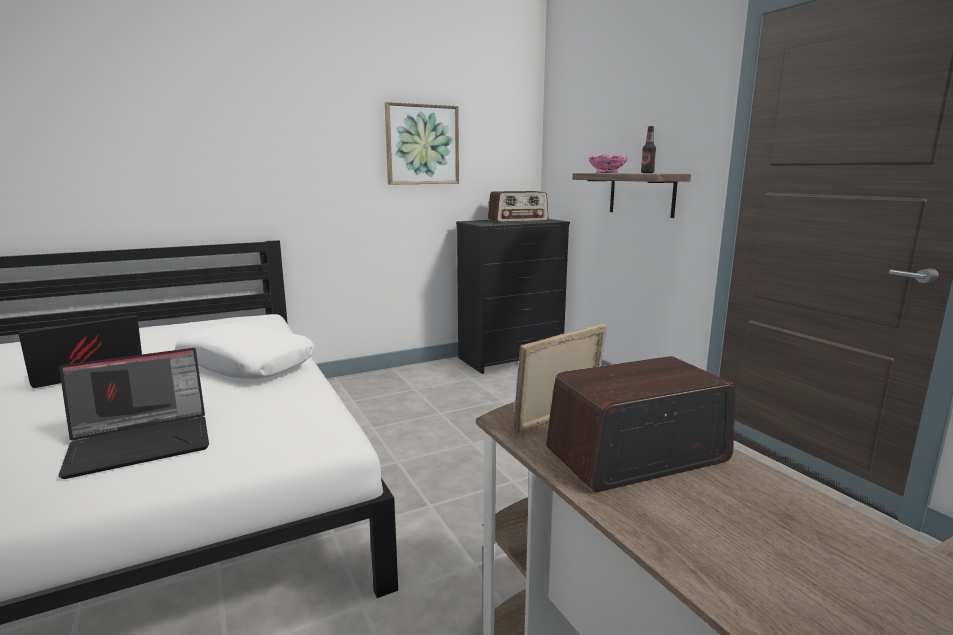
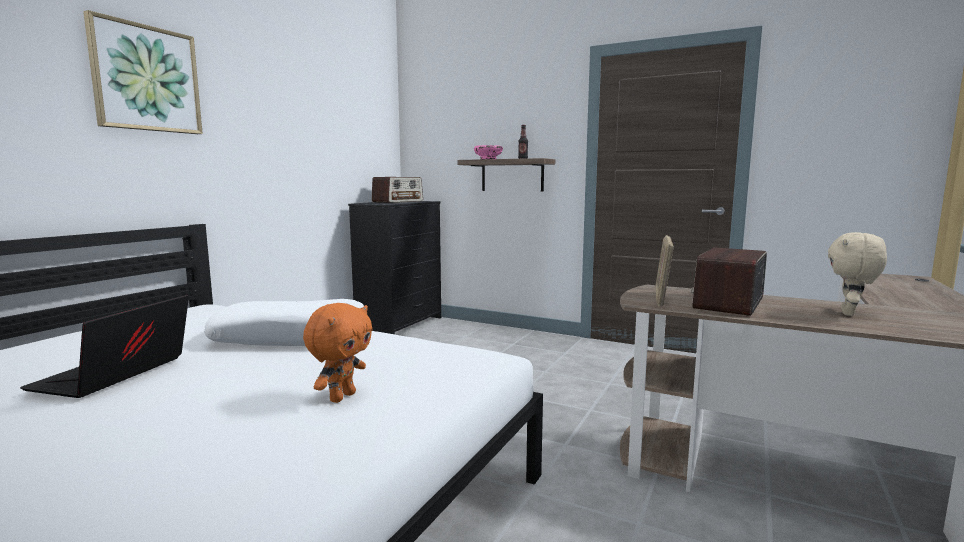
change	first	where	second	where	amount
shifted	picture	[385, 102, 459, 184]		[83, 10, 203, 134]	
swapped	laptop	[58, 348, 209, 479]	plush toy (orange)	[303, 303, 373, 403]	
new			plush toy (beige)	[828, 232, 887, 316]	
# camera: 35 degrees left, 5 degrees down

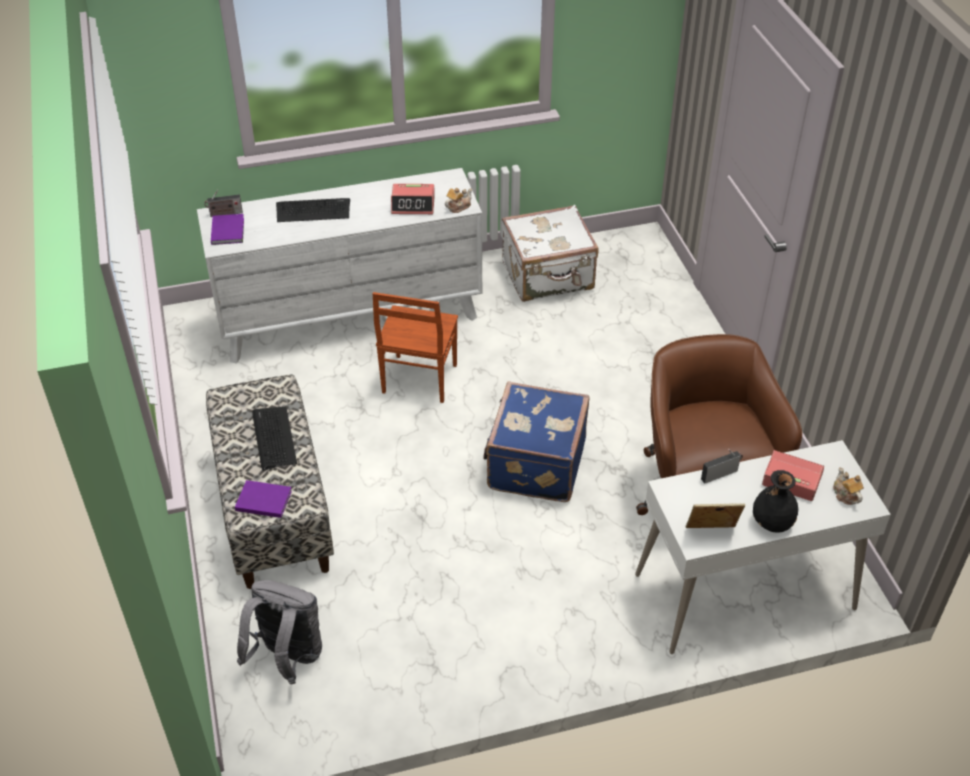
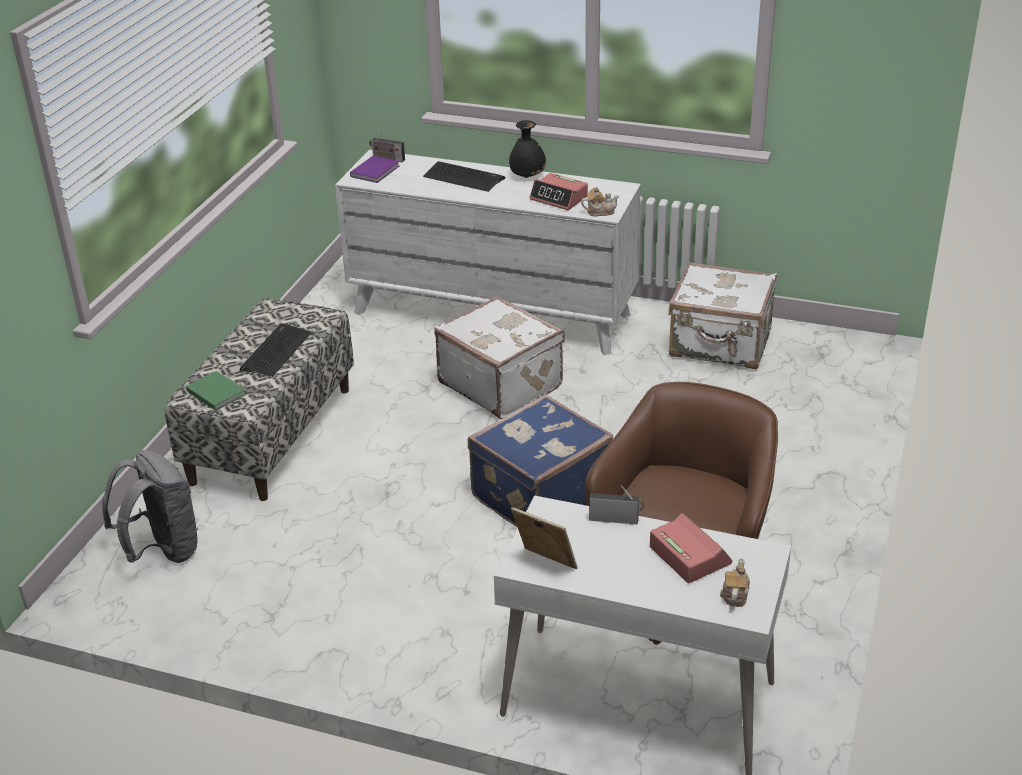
change	first	where	second	where	amount
repainted	book (purple)	[235, 480, 292, 518]	book (green)	[186, 371, 246, 411]	
swapped	chair (brown)	[372, 292, 458, 403]	suitcase (white)	[434, 296, 565, 419]	
shifted	vase (black)	[753, 470, 798, 533]		[509, 120, 546, 178]	
# camera: 35 degrees right, 10 degrees down

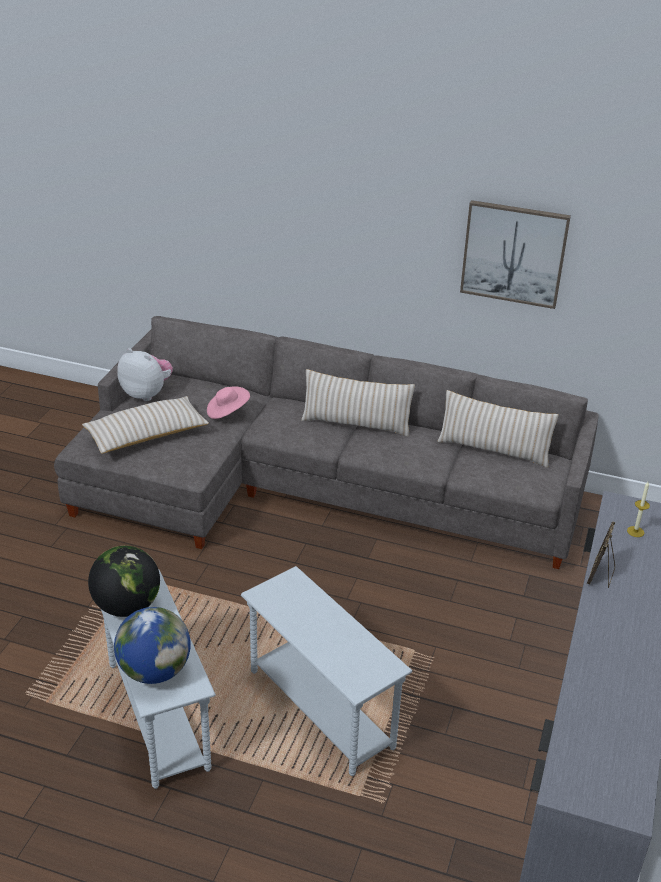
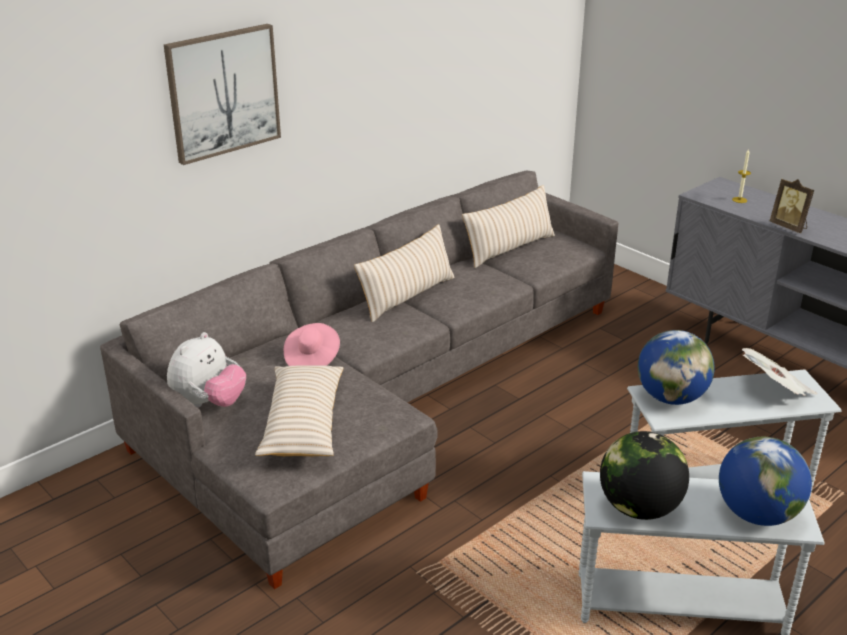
change	first	where	second	where	amount
shifted	picture	[460, 200, 571, 309]		[164, 24, 281, 165]	
rotated	plush toy	[117, 348, 173, 401]		[167, 332, 246, 408]	150 degrees clockwise
new			globe	[638, 330, 715, 405]	
new			newspaper	[742, 348, 817, 396]	
# camera: 60 degrees left, 5 degrees down

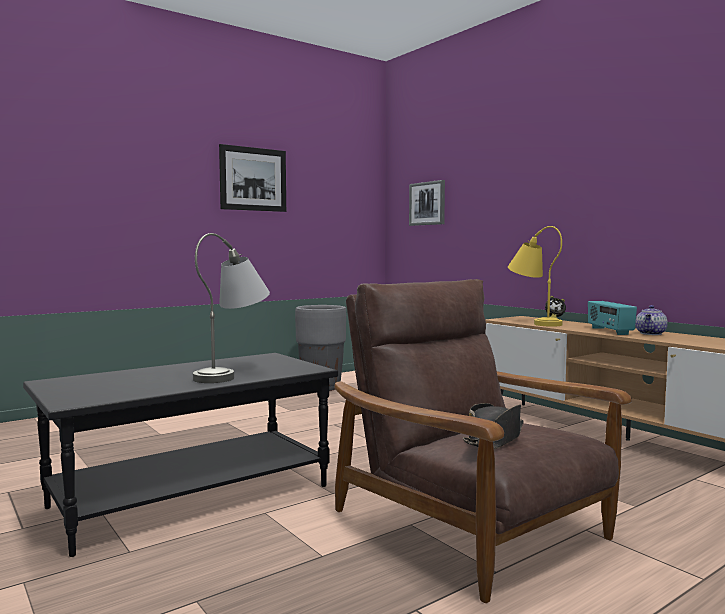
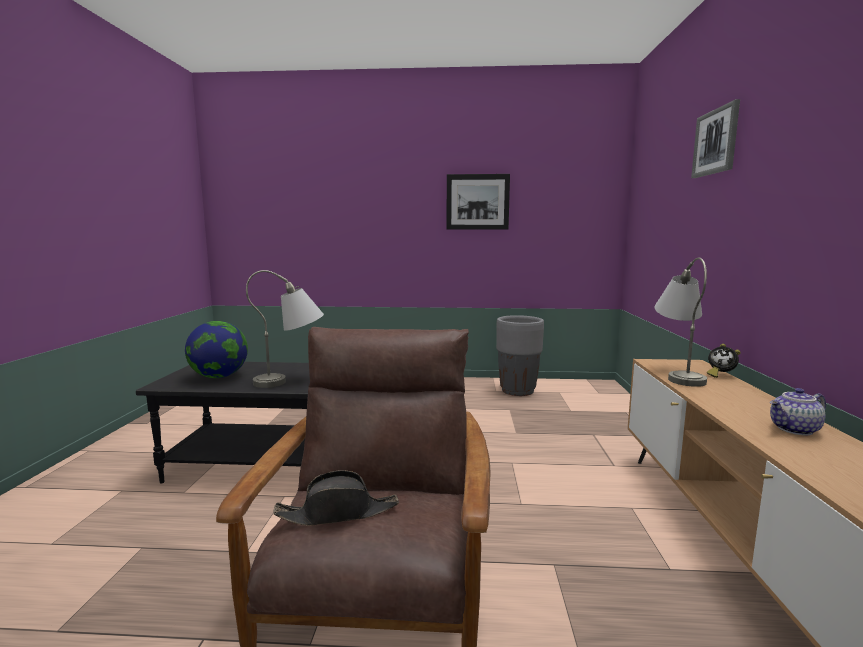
change	first	where	second	where	amount
new			globe	[185, 321, 248, 378]	
repainted	table lamp (yellow)	[508, 226, 563, 327]	table lamp (grey)	[654, 257, 707, 387]	
shifted	picture	[409, 180, 445, 226]		[691, 99, 740, 178]	
gone	radio	[588, 301, 637, 335]			
# camera: 40 degrees right, 5 degrees up

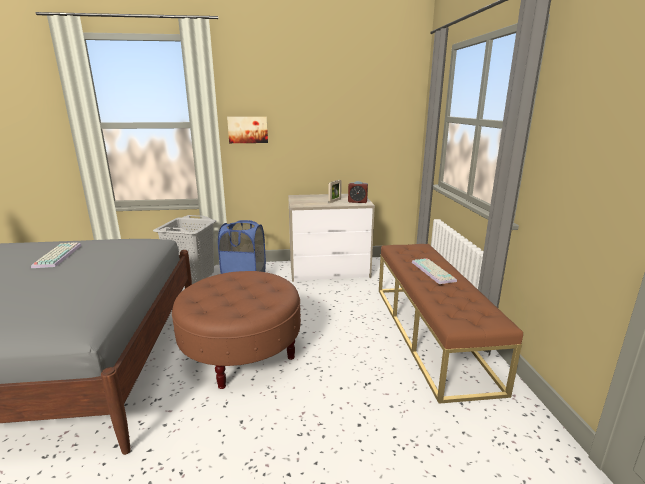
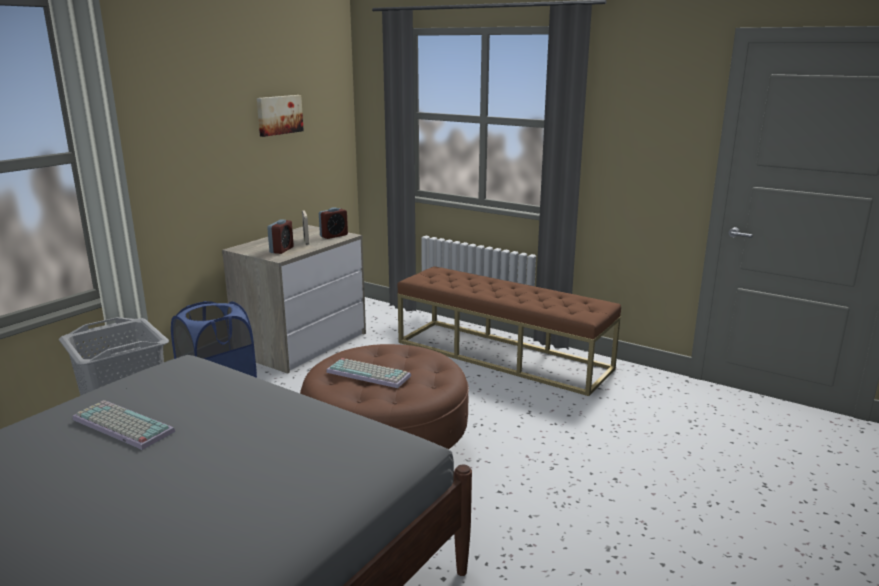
change	first	where	second	where	amount
shifted	picture	[227, 117, 268, 143]		[257, 95, 304, 137]	
new			alarm clock	[267, 219, 294, 254]	
shifted	keyboard	[412, 258, 457, 284]		[326, 358, 411, 388]	
# camera: 50 degrees left, 0 degrees up

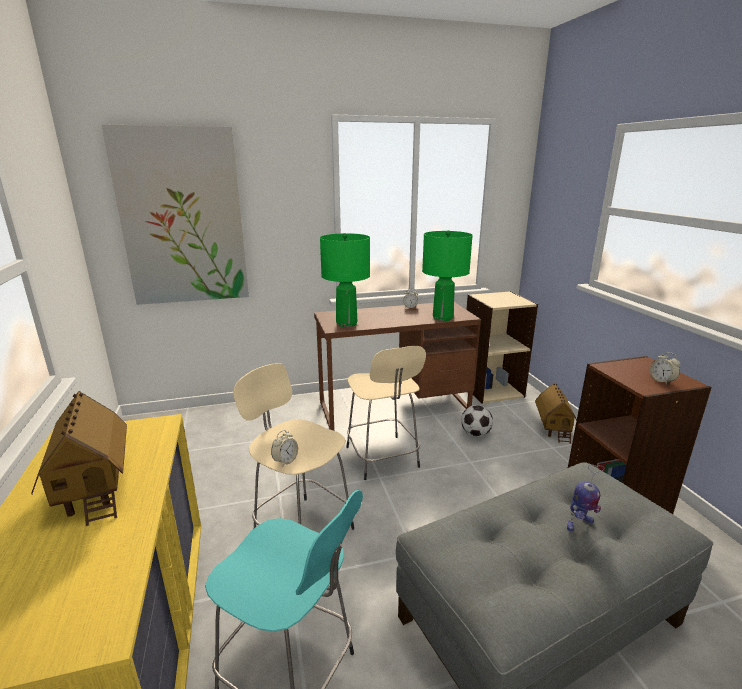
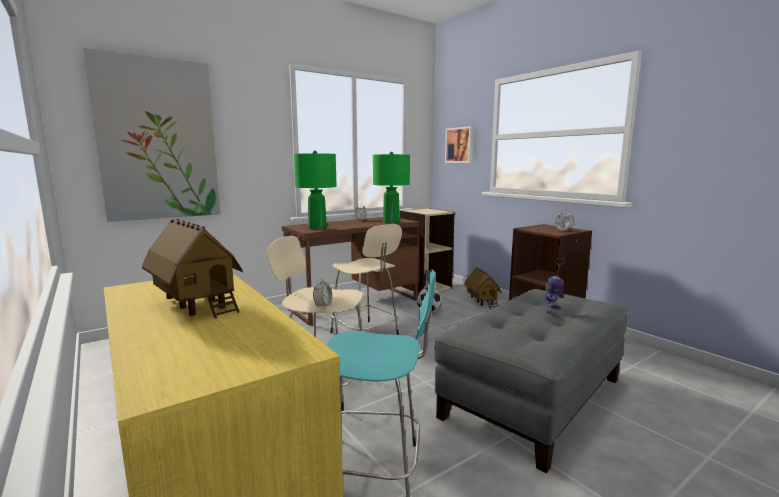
change	first	where	second	where	amount
new			picture	[445, 126, 474, 163]	
# camera: 20 degrees left, 10 degrees down

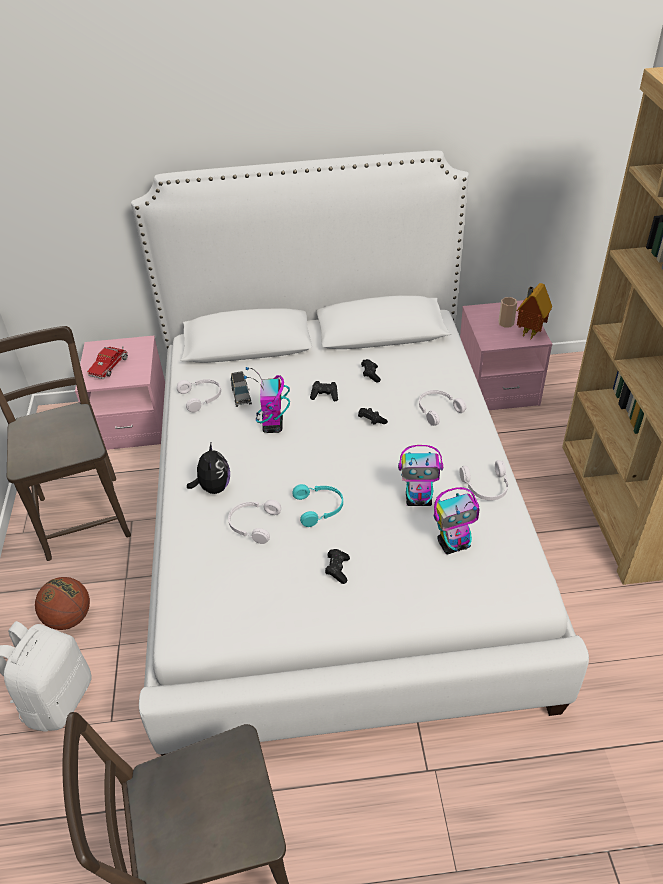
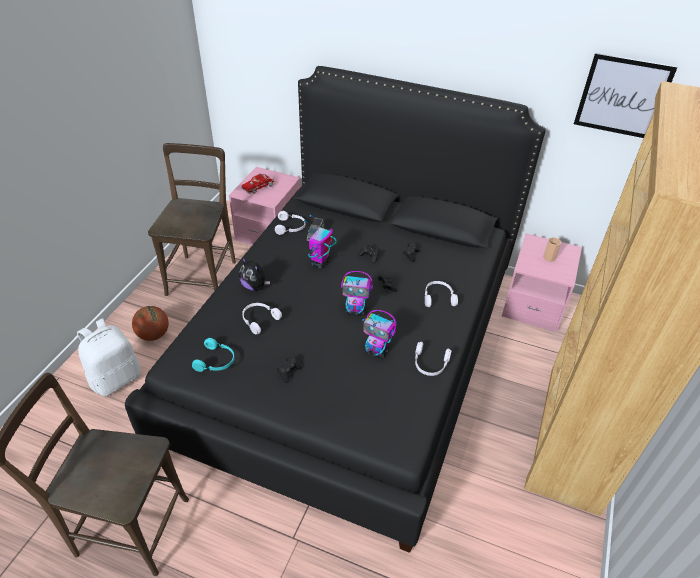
change	first	where	second	where	amount
repainted	bed (white)	[131, 151, 589, 756]	bed (black)	[125, 66, 546, 553]	
shifted	headphones (turquoise)	[292, 484, 343, 527]		[192, 338, 235, 372]	
rotated	plush toy	[187, 443, 230, 494]		[239, 257, 270, 291]	105 degrees clockwise
shifted	toy robot	[434, 487, 480, 554]		[341, 271, 373, 316]	
new			picture	[574, 53, 677, 138]	
gone	toy house	[517, 283, 552, 339]			
# camera: 25 degrees right, 0 degrees up

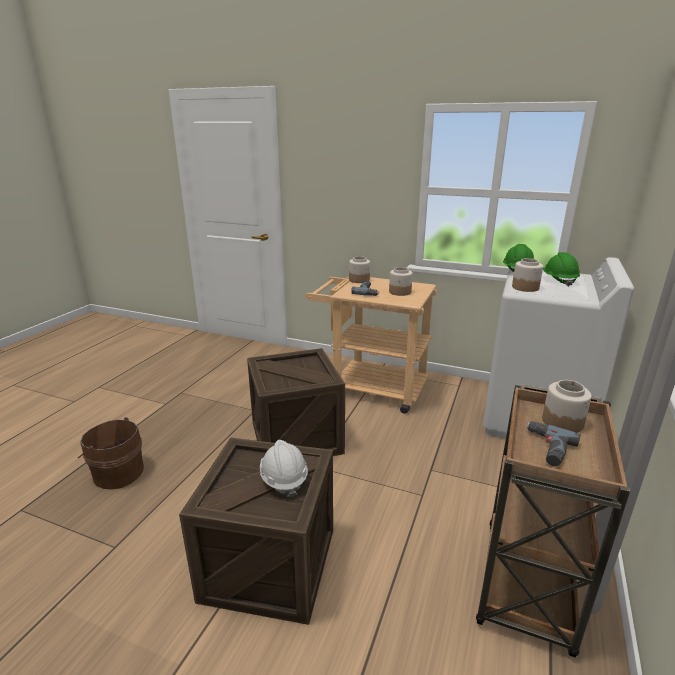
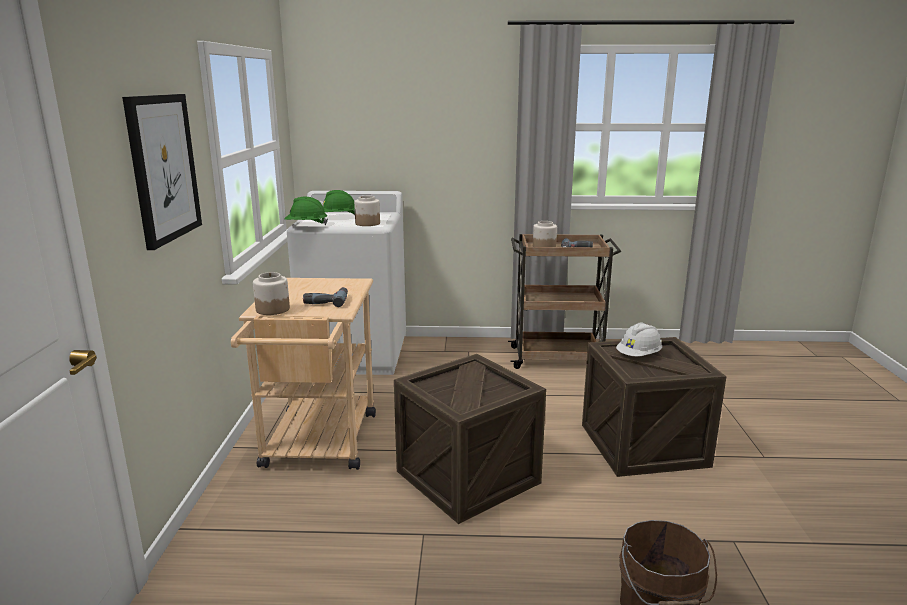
change	first	where	second	where	amount
new			picture	[122, 94, 202, 250]	
gone	jar	[389, 267, 413, 296]			
# camera: 110 degrees left, 5 degrees down

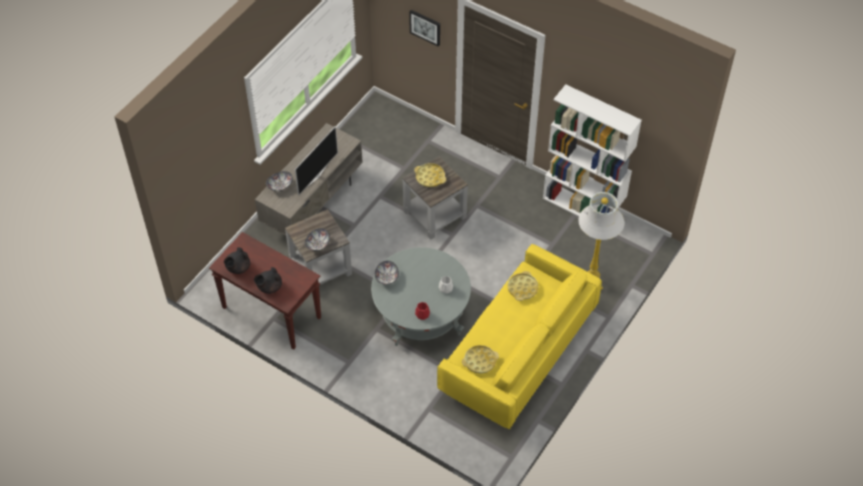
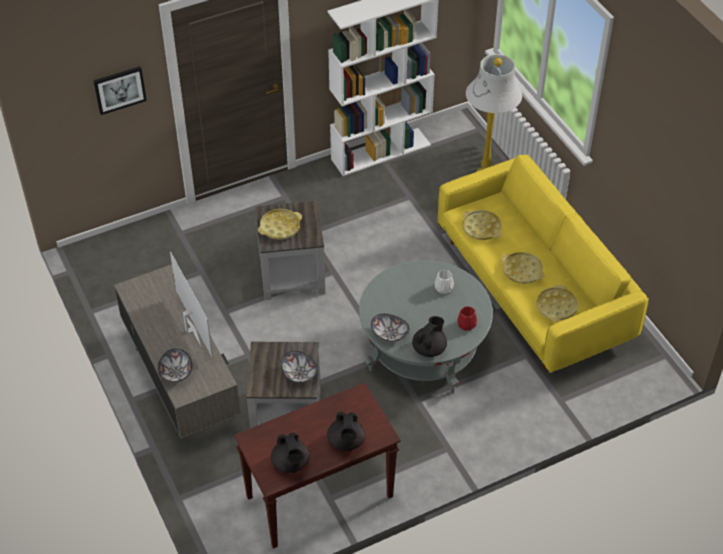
change	first	where	second	where	amount
new			teapot (black)	[412, 316, 447, 357]	
new			tray (yellow)	[501, 252, 545, 284]	
# camera: 60 degrees left, 5 degrees down

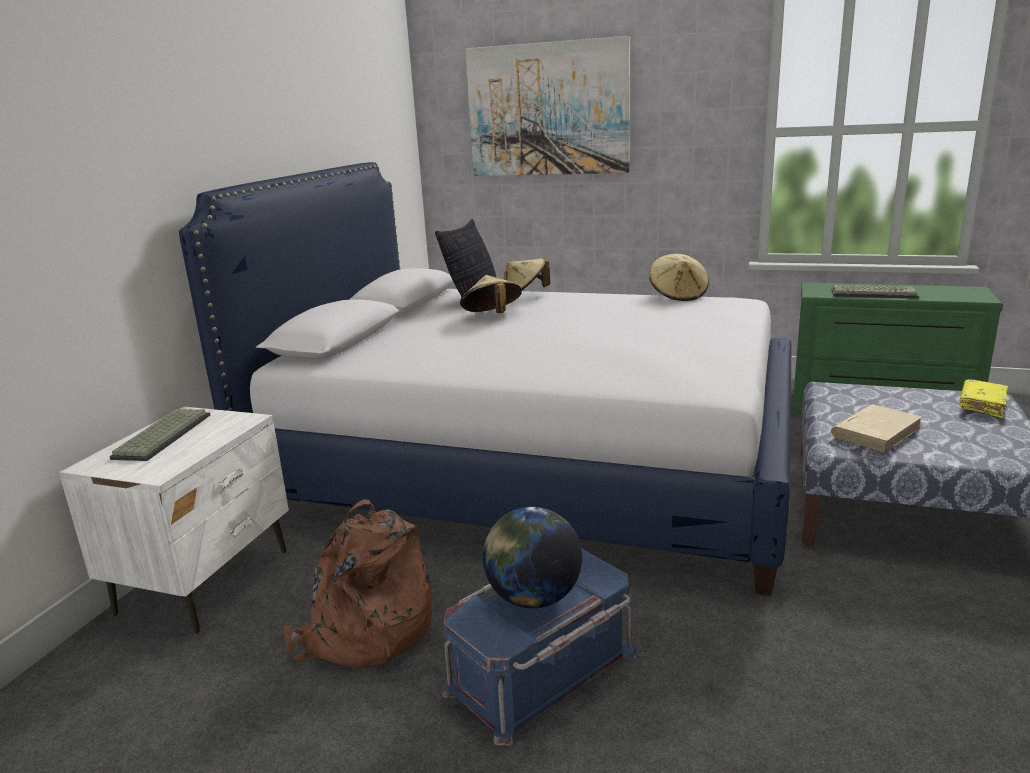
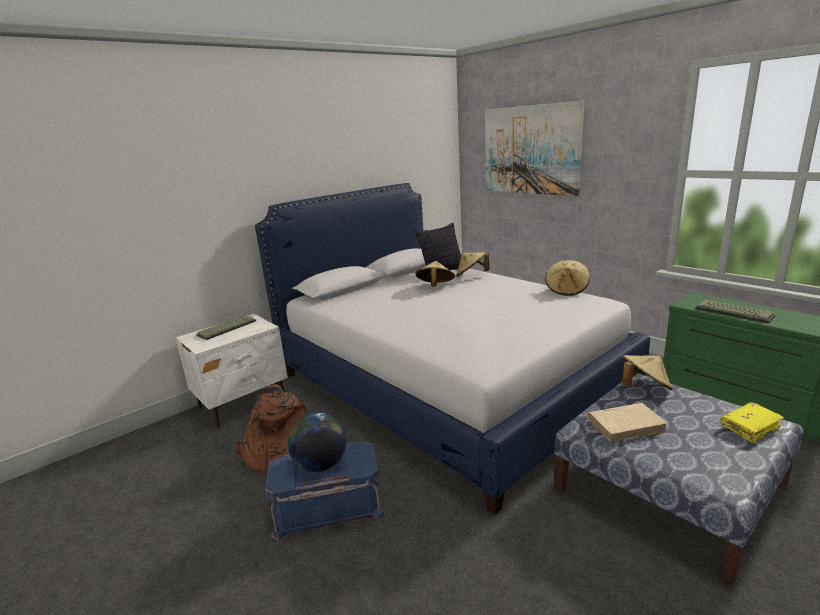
change	first	where	second	where	amount
new			hat (beige)	[622, 355, 672, 390]	
# camera: 30 degrees right, 0 degrees up

